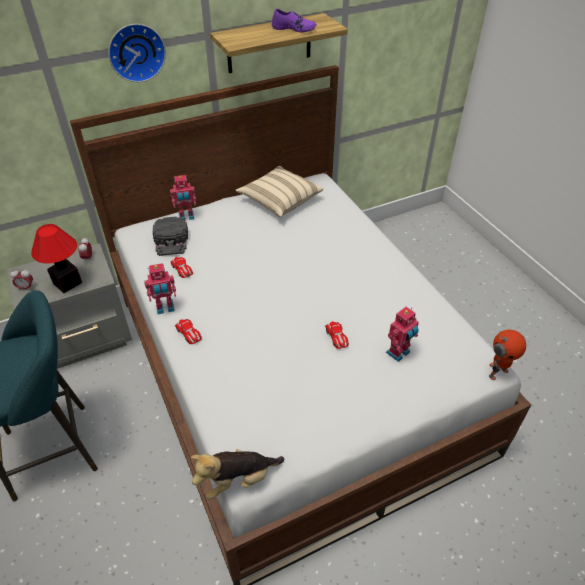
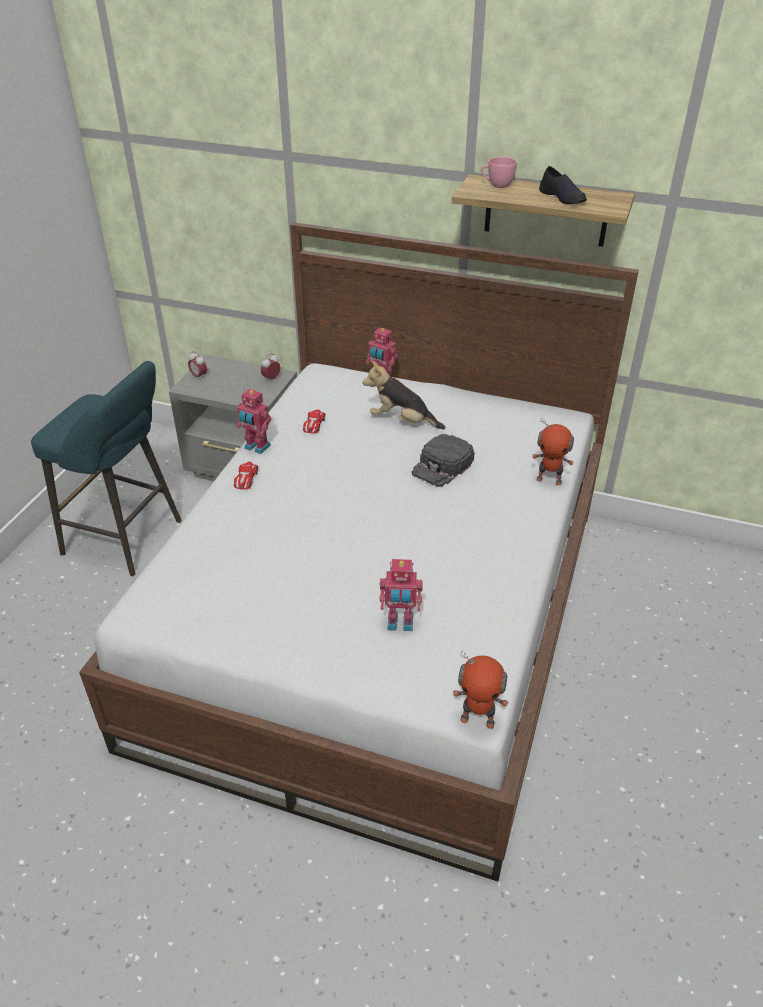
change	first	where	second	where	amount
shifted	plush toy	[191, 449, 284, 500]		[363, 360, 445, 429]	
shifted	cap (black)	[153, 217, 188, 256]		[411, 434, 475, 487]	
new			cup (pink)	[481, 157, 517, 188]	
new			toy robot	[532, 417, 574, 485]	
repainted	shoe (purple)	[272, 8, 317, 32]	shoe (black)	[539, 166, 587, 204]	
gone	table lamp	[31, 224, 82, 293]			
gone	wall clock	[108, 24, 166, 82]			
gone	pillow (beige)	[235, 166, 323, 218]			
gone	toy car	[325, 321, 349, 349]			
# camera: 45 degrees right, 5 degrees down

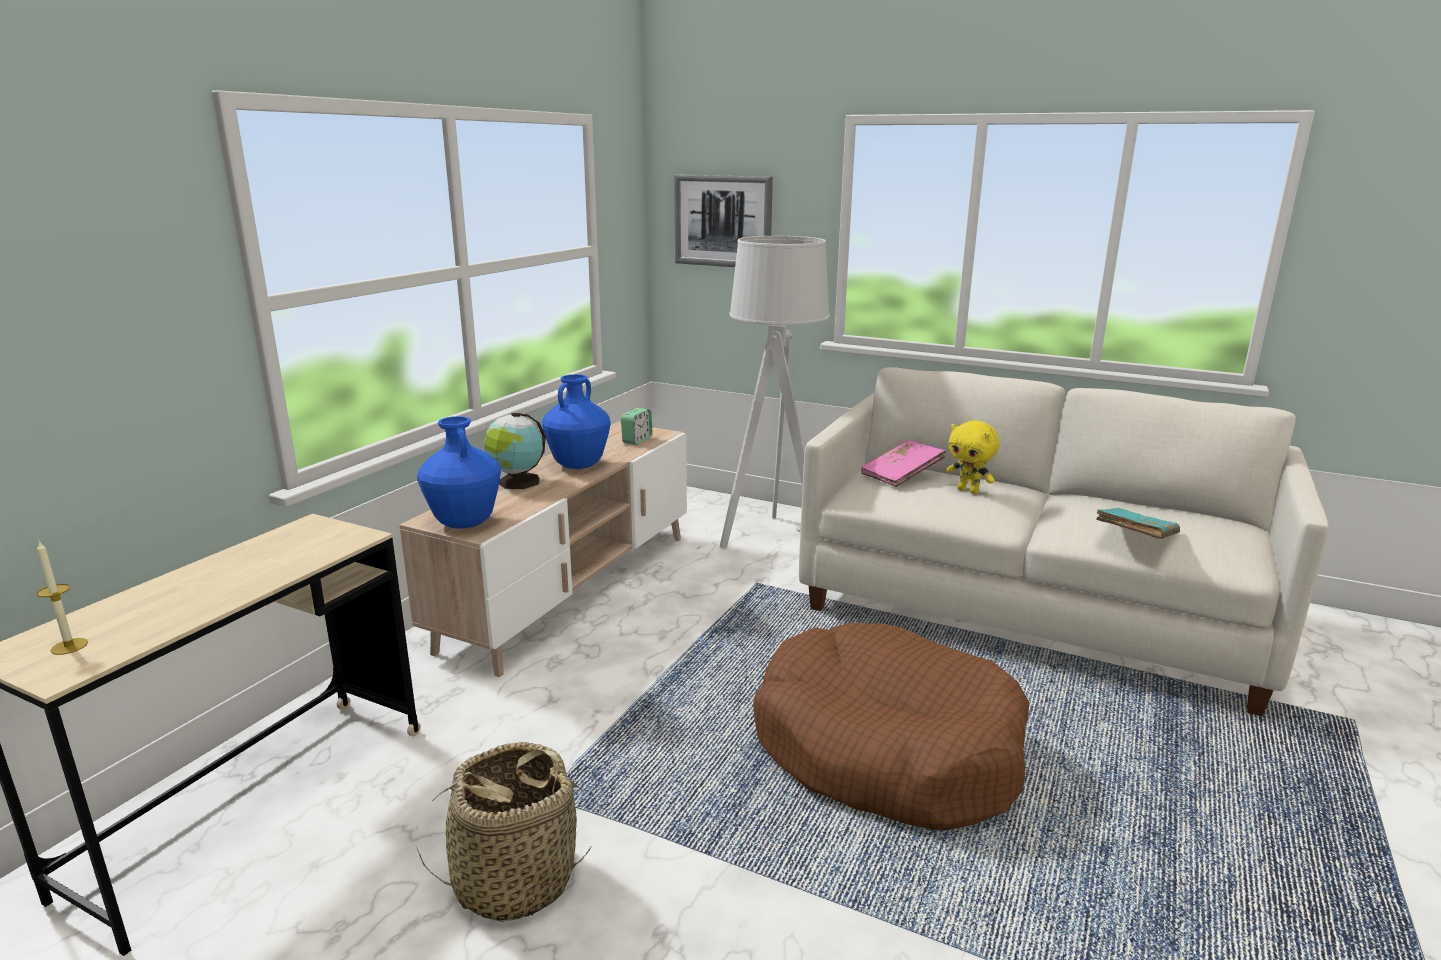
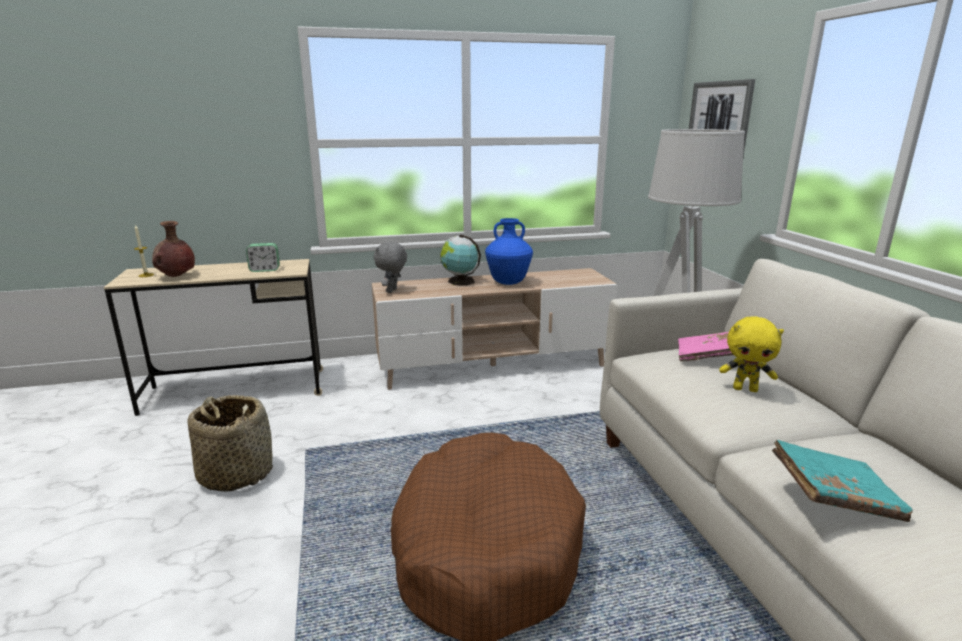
change	first	where	second	where	amount
new			vase (brown)	[152, 221, 195, 277]	
shifted	alarm clock	[621, 408, 652, 445]		[246, 243, 280, 272]	
swapped	vase (blue)	[417, 416, 501, 529]	plush toy (grey)	[374, 242, 407, 293]	
rotated	plush toy (yellow)	[946, 420, 1000, 494]		[719, 317, 784, 392]	75 degrees counterclockwise
# camera: 50 degrees right, 0 degrees up

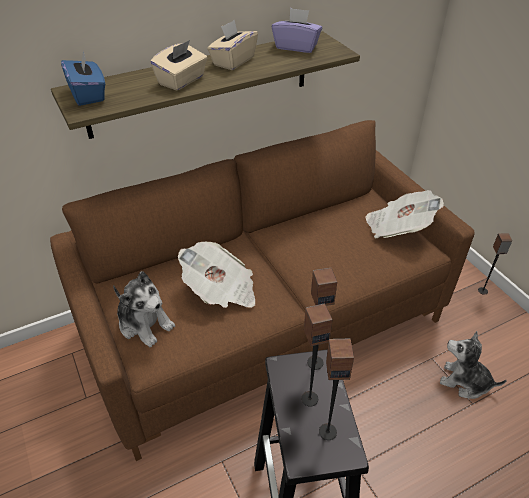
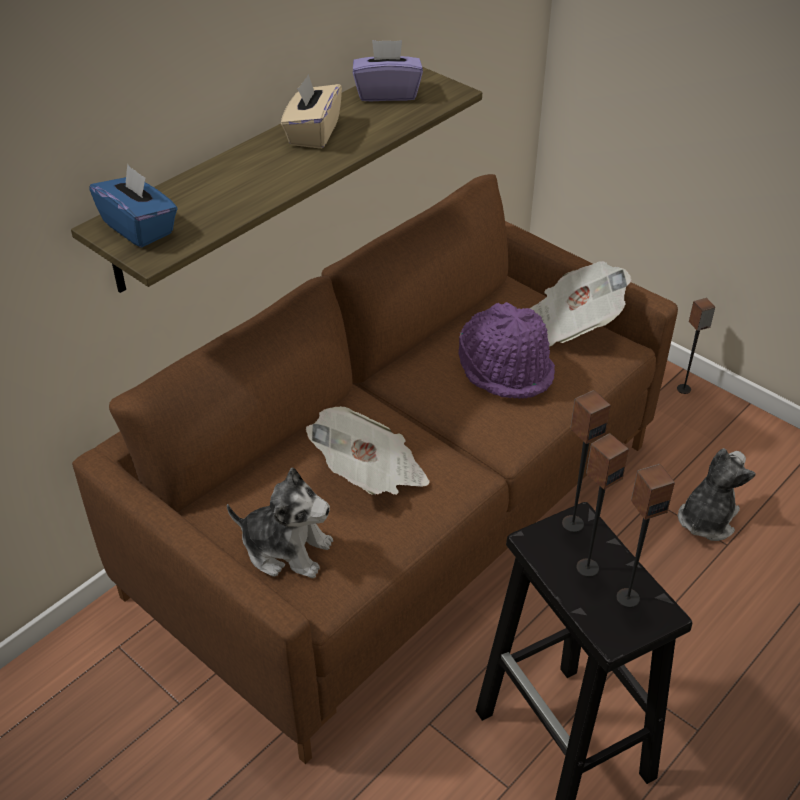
change	first	where	second	where	amount
new			hat (purple)	[458, 302, 555, 399]	
rotated	plush toy	[439, 331, 507, 399]		[678, 448, 756, 541]	120 degrees clockwise
gone	tissue box (beige)	[150, 40, 207, 91]			
# camera: 20 degrees left, 0 degrees up

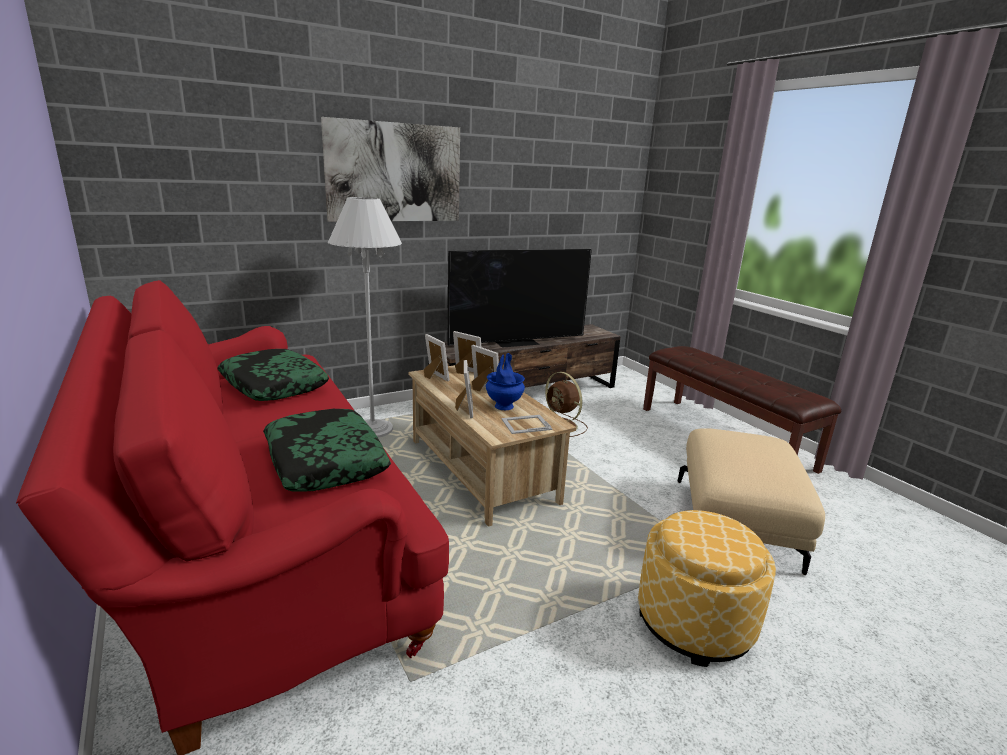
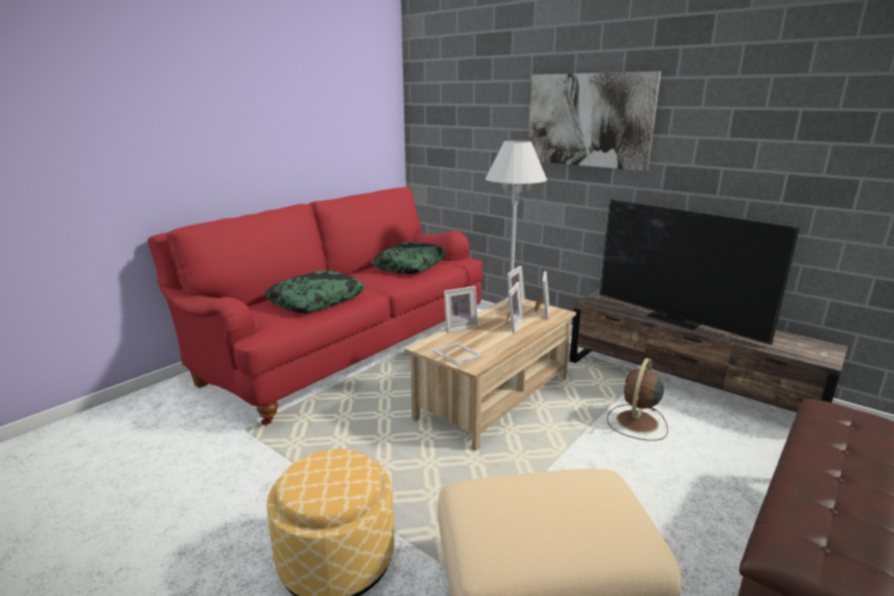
change	first	where	second	where	amount
gone	vase (blue)	[486, 353, 525, 410]			
# camera: 70 degrees right, 0 degrees up

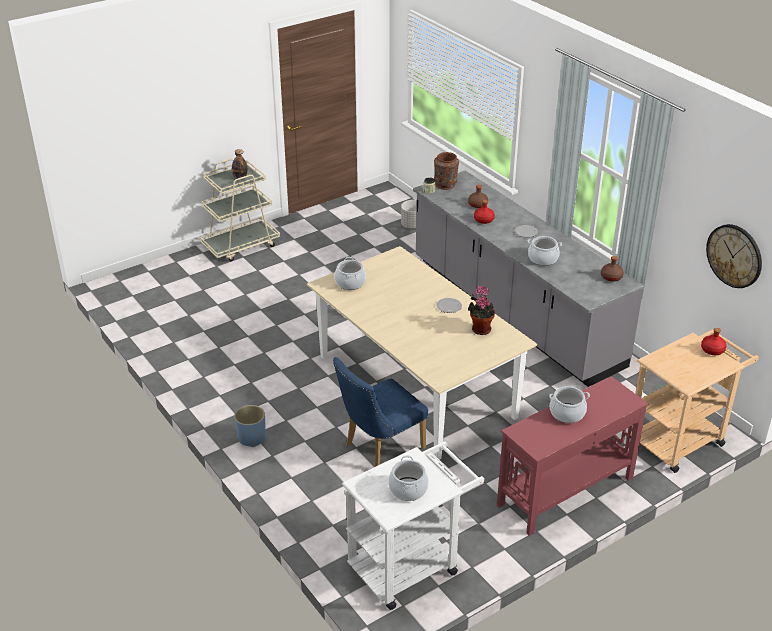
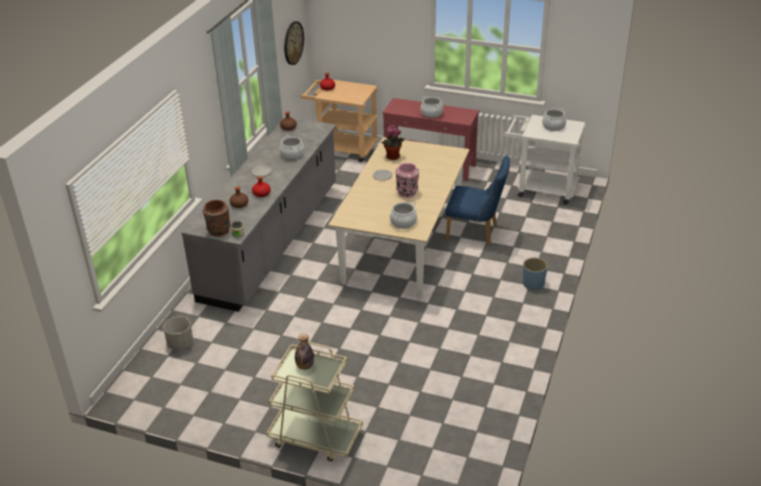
change	first	where	second	where	amount
new			vase (pink)	[396, 163, 419, 198]	
# camera: 125 degrees left, 0 degrees up

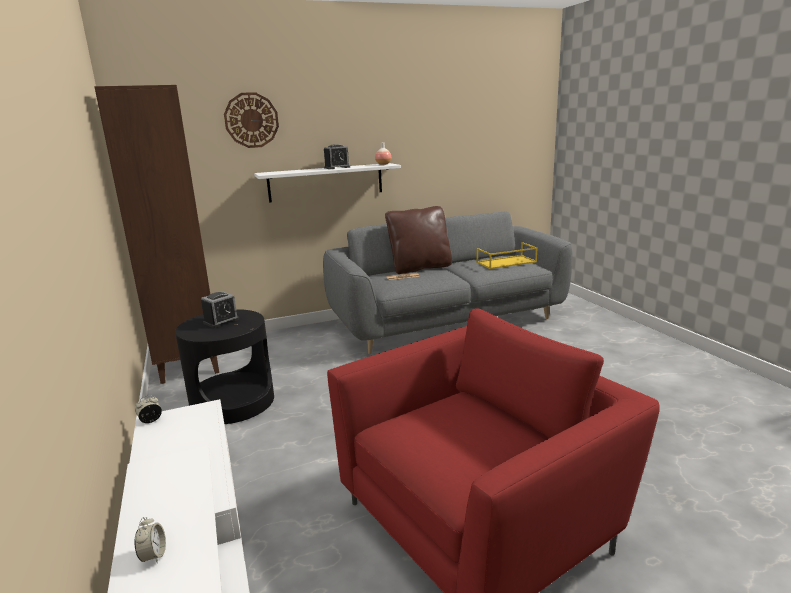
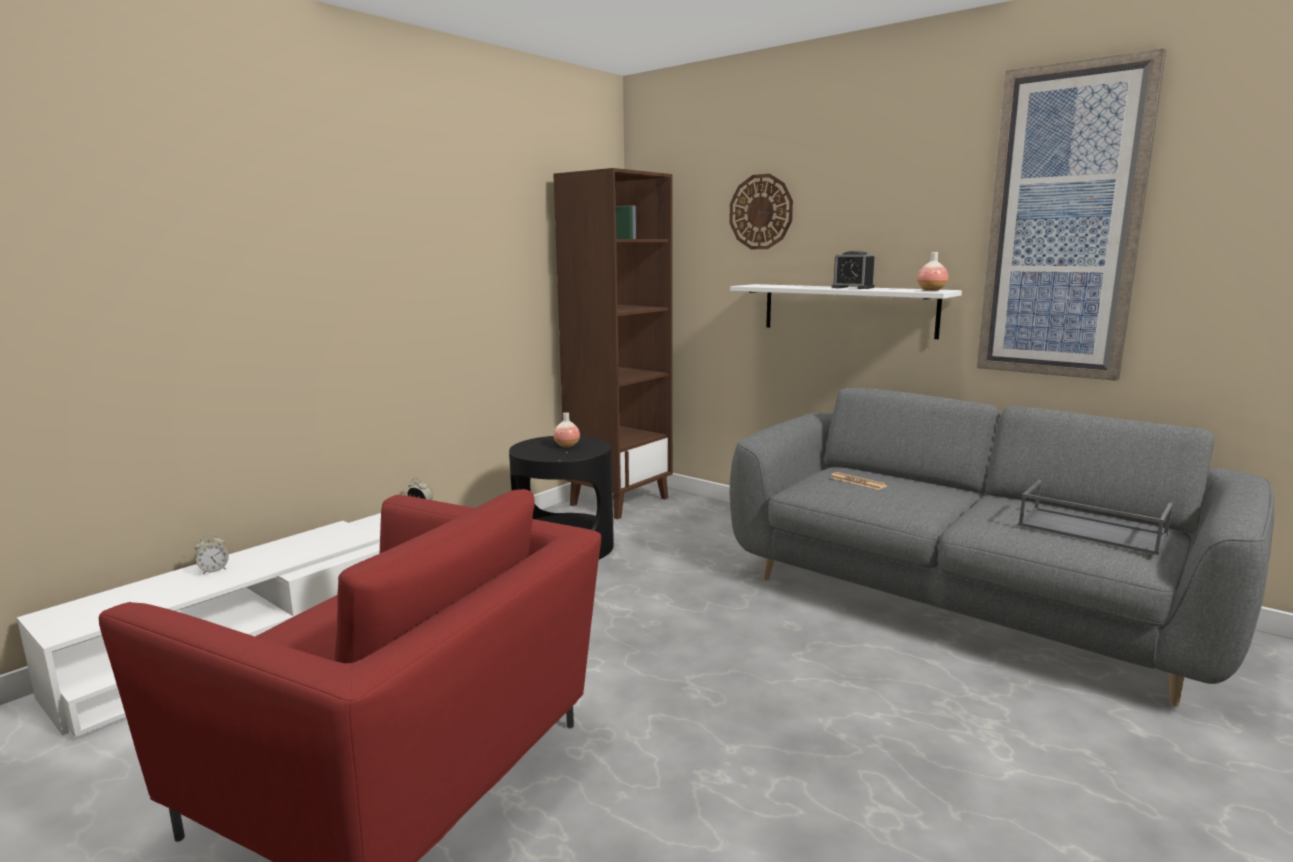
change	first	where	second	where	amount
swapped	alarm clock	[201, 292, 239, 328]	vase	[554, 412, 580, 447]	
new			picture	[977, 48, 1166, 381]	
repainted	tray (yellow)	[476, 242, 538, 269]	tray (grey)	[1018, 480, 1173, 555]	
gone	pillow (brown)	[385, 206, 452, 274]			
# camera: 60 degrees right, 5 degrees down

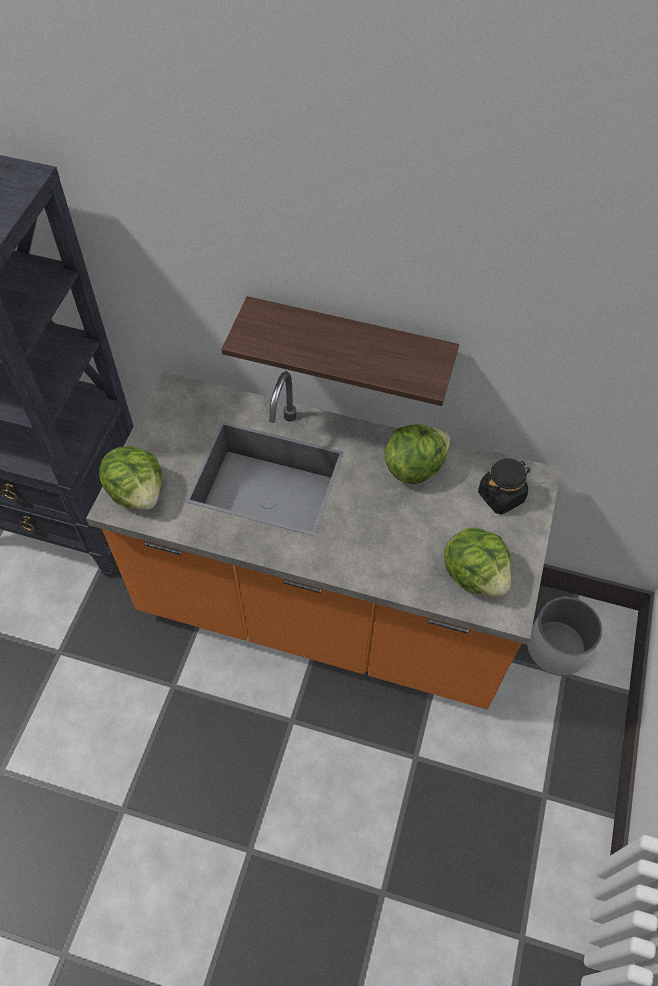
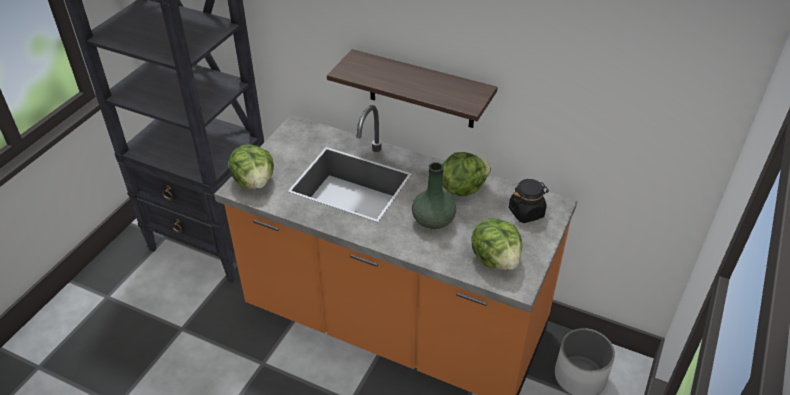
change	first	where	second	where	amount
new			vase (green)	[412, 162, 456, 229]	
# camera: 10 degrees right, 15 degrees down

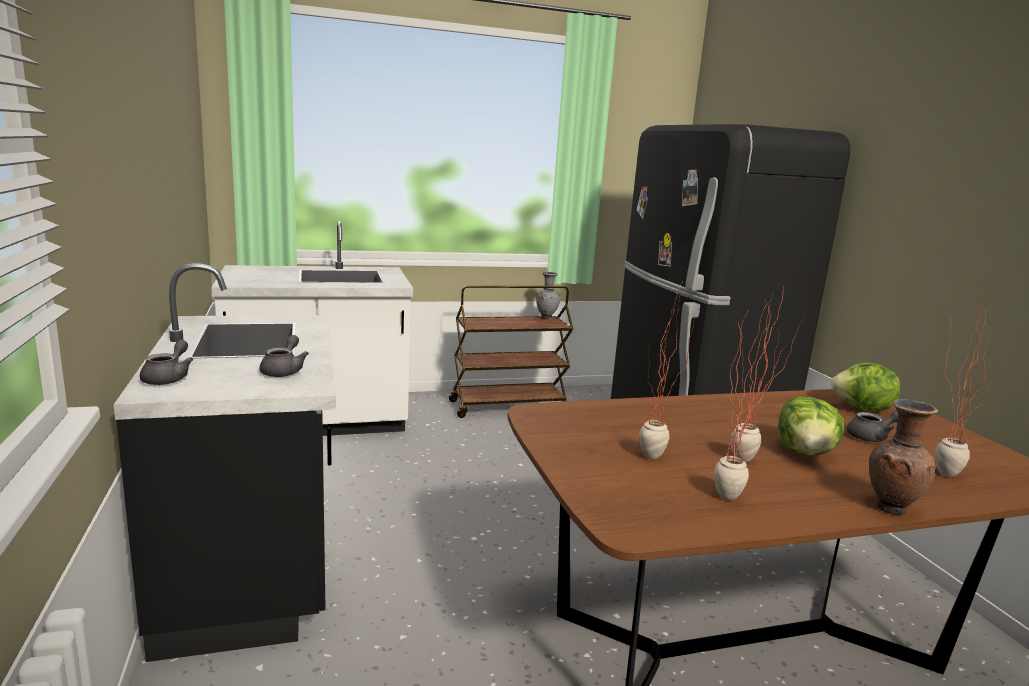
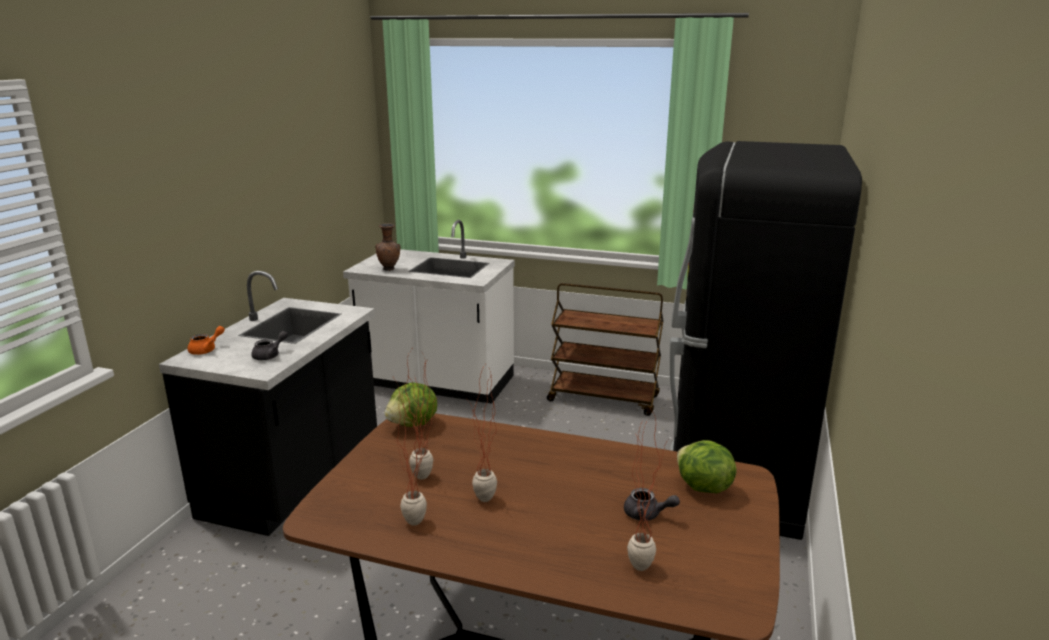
change	first	where	second	where	amount
repainted	teapot (grey)	[140, 340, 193, 385]	teapot (orange)	[188, 326, 225, 355]	
shifted	vase (brown)	[869, 399, 938, 515]		[375, 224, 401, 271]	
shifted	lettuce	[778, 397, 844, 456]		[384, 383, 437, 427]	
gone	vase (grey)	[536, 272, 561, 319]			
# camera: 35 degrees right, 5 degrees up

